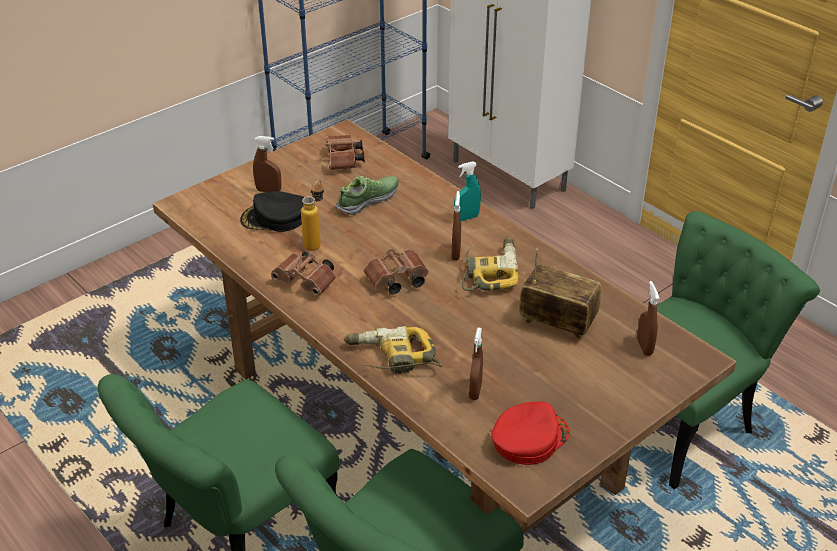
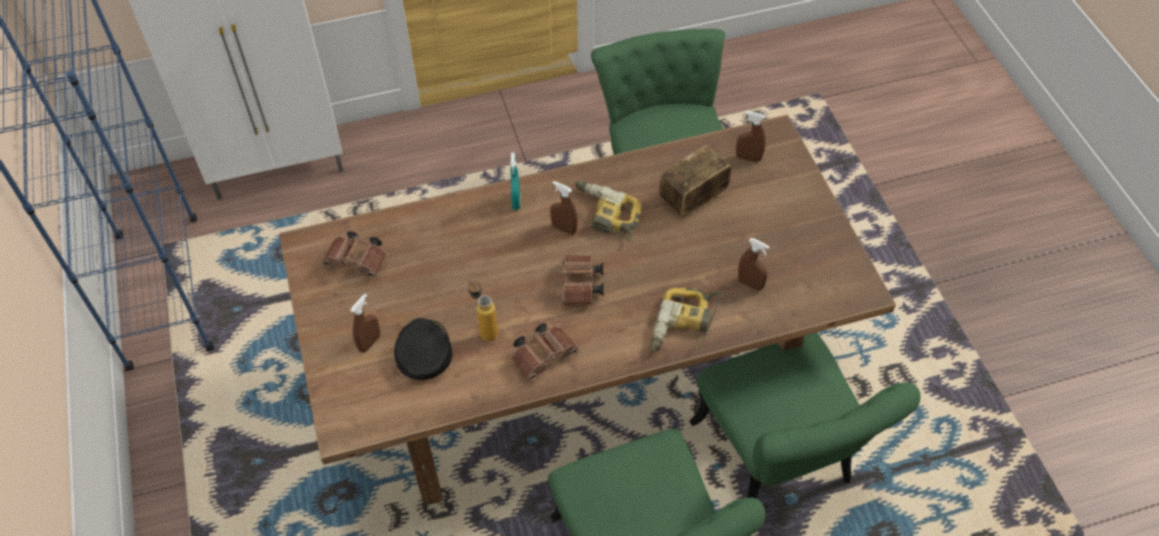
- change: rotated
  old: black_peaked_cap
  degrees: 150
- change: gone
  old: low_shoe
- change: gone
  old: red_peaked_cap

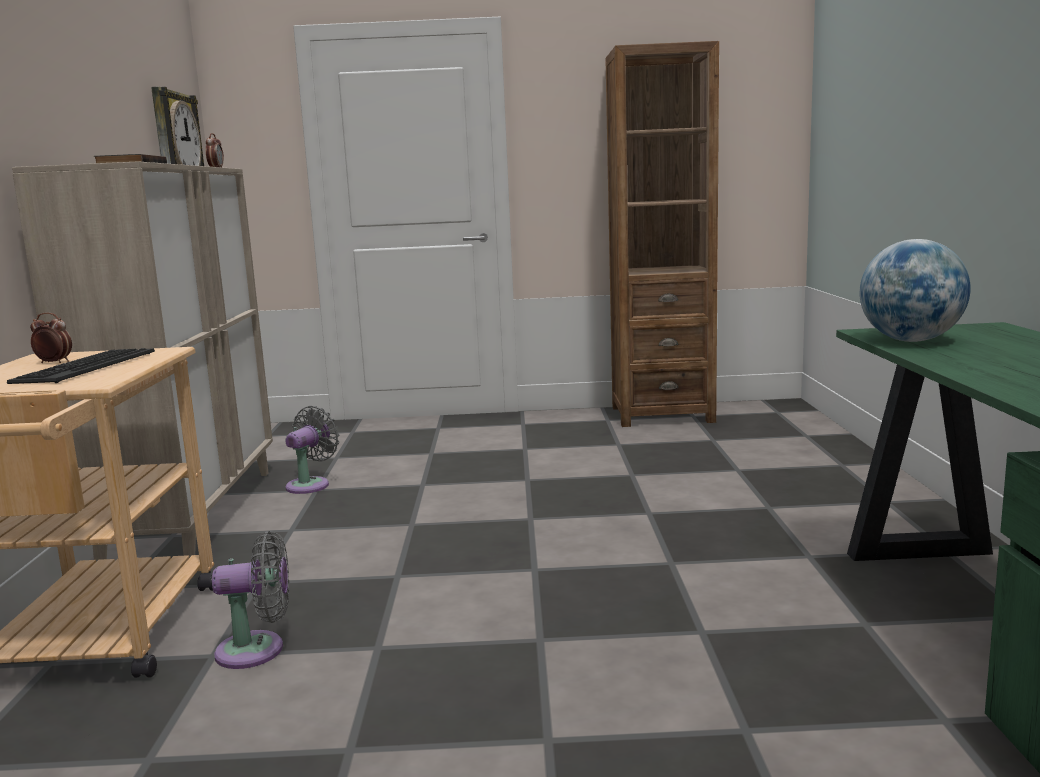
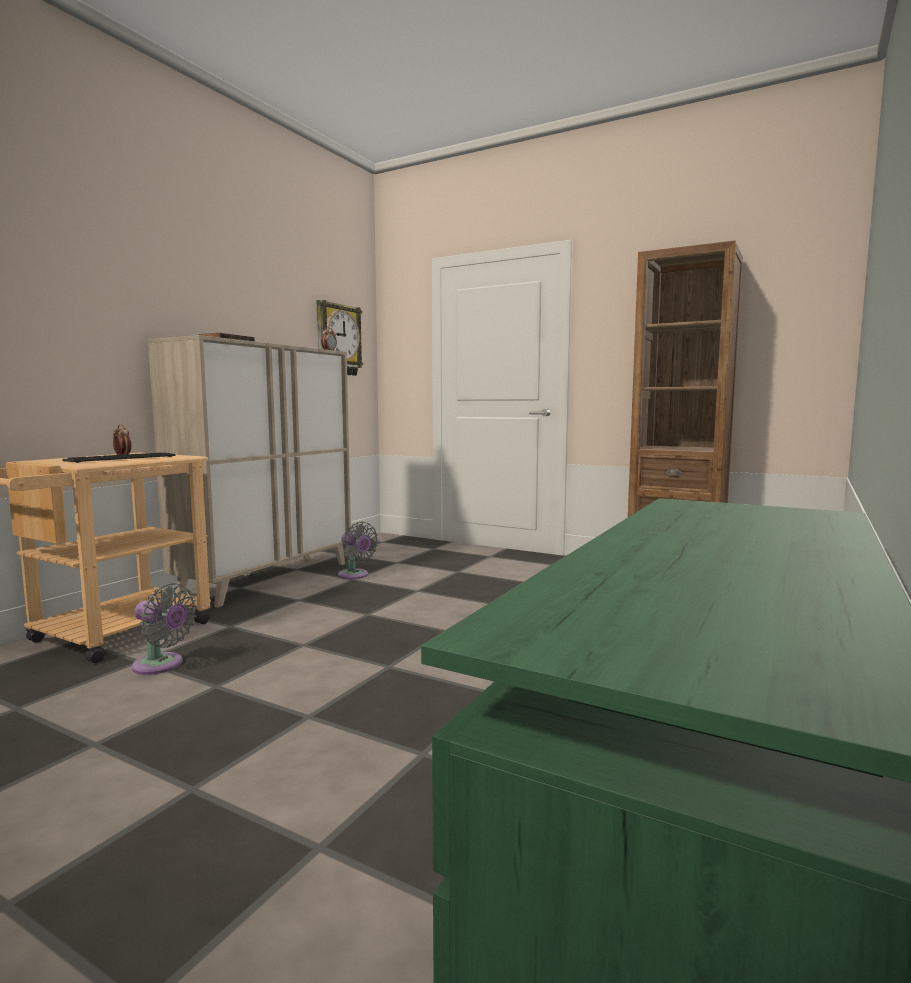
- change: rotated
  old: gray_electric_fan (no. 2 from left)
  degrees: 75
- change: gone
  old: globe

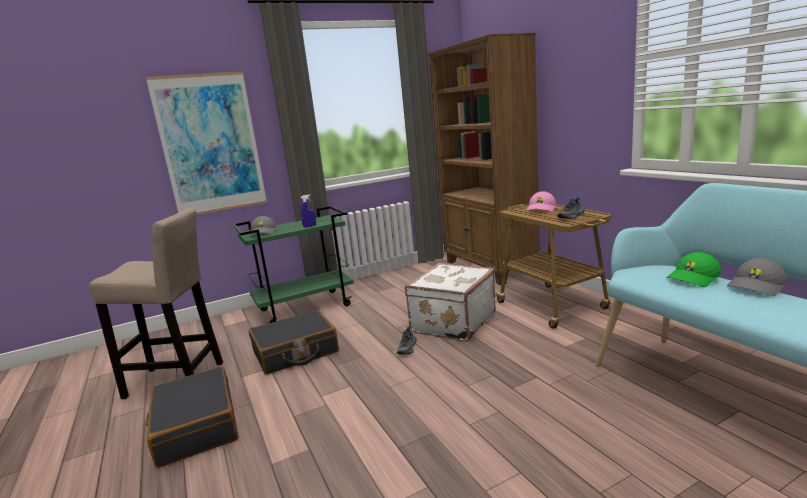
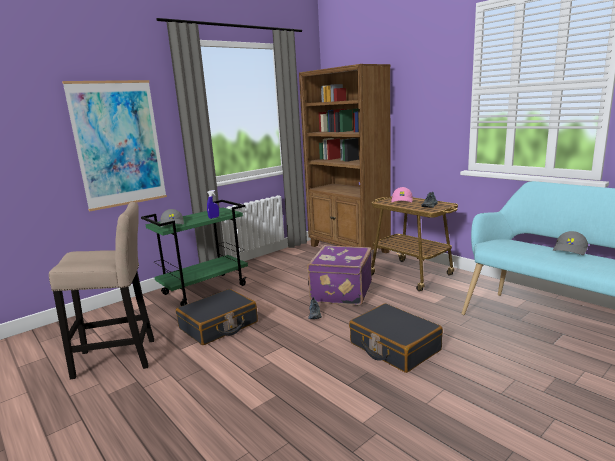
- change: shifted
  old: black_piece_of_luggage (no. 1 from left in the first image)
  new: black_piece_of_luggage (no. 2 from left)
- change: repainted
  old: white-coloured_piece_of_luggage
  new: purple-coloured_piece_of_luggage
- change: gone
  old: green-coloured_peaked_cap

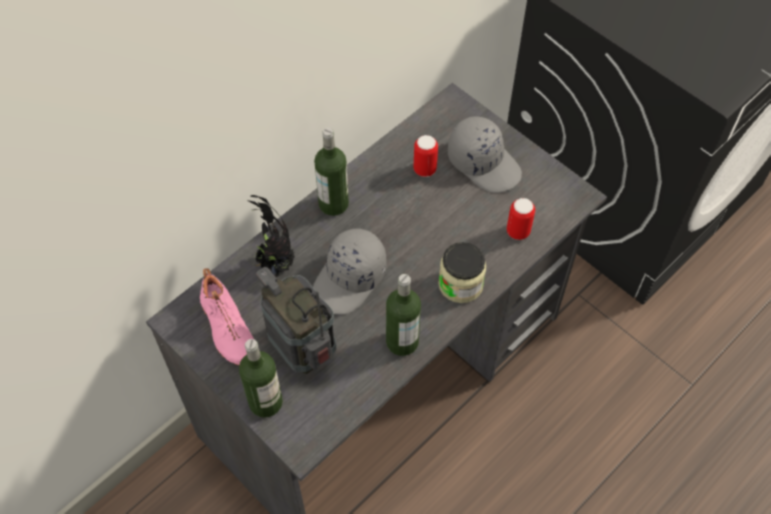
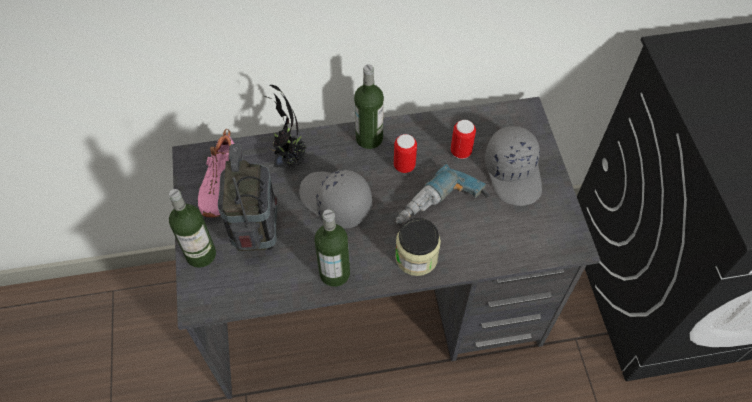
- change: rotated
  old: gray_peaked_cap (no. 1 from left)
  degrees: 60
- change: shifted
  old: metal_can (no. 2 from left in the first image)
  new: metal_can (no. 1 from left)
- change: new
  new: power_drill

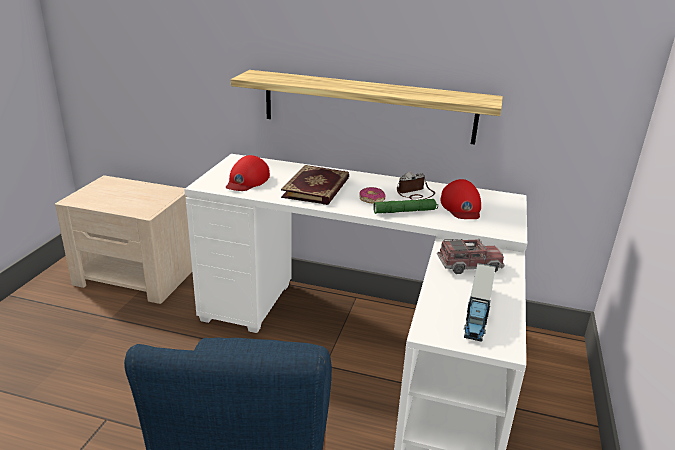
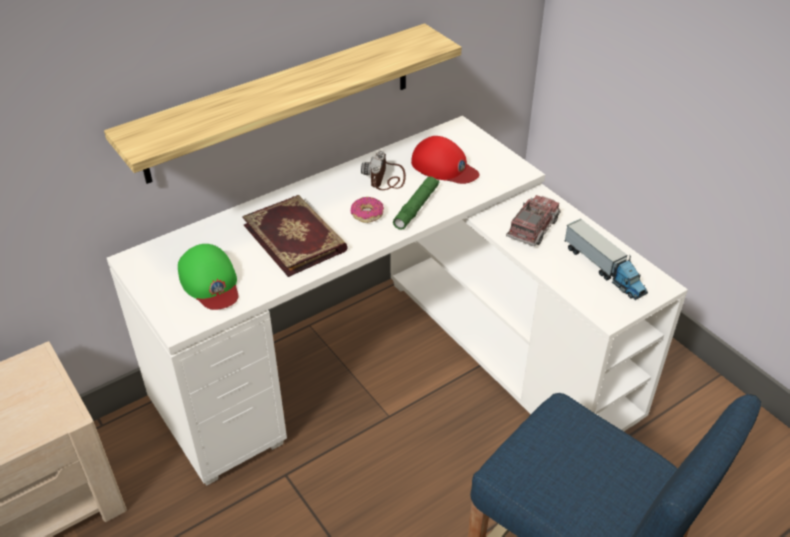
- change: repainted
  old: red_peaked_cap (no. 1 from left)
  new: green-coloured_peaked_cap

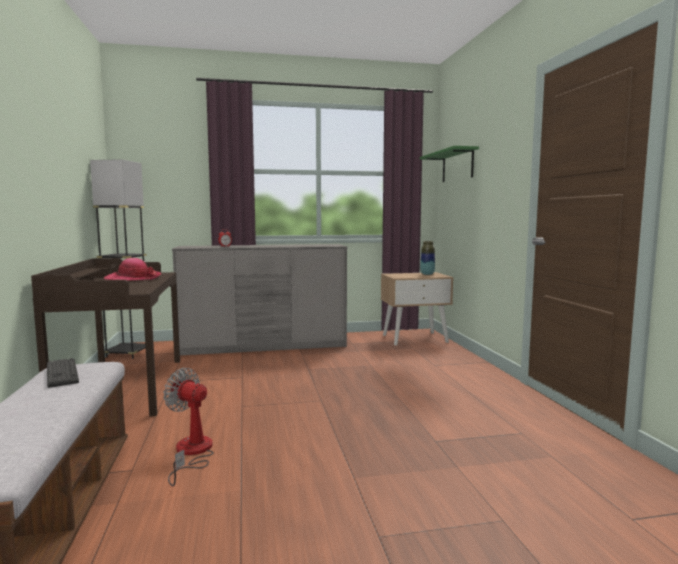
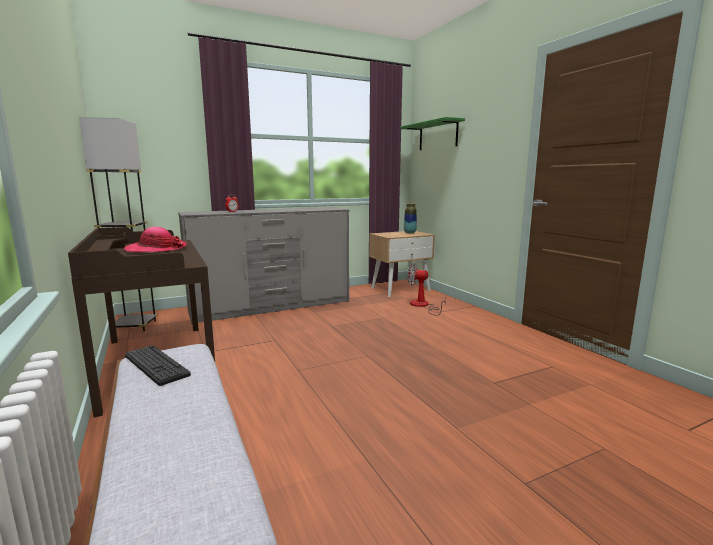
- change: shifted
  old: electric_fan

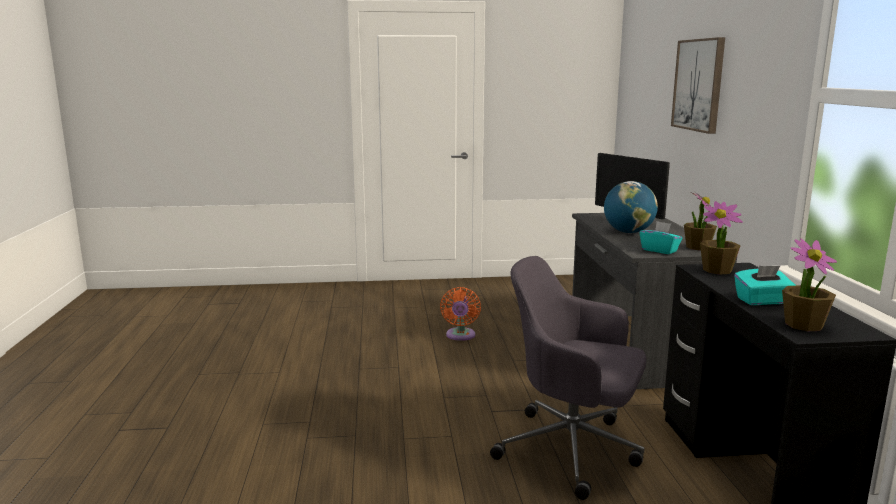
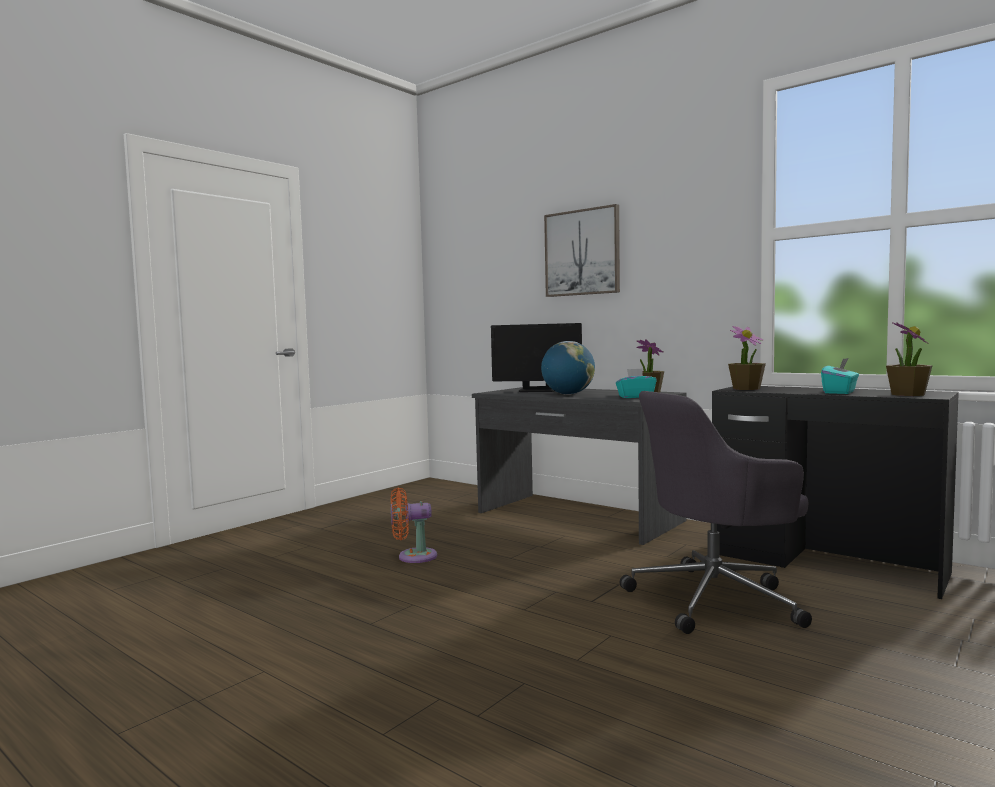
- change: rotated
  old: orangey_electric_fan
  degrees: 120

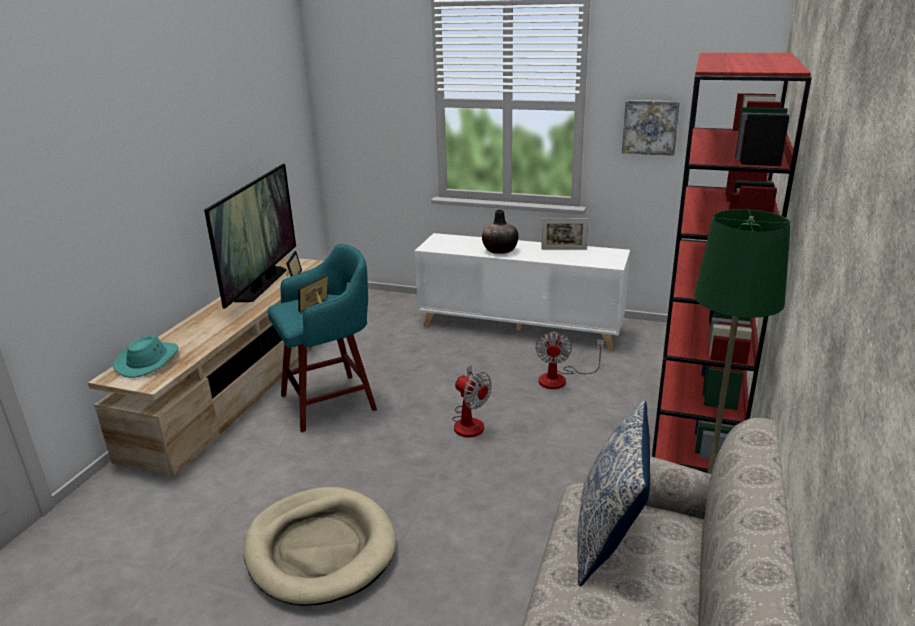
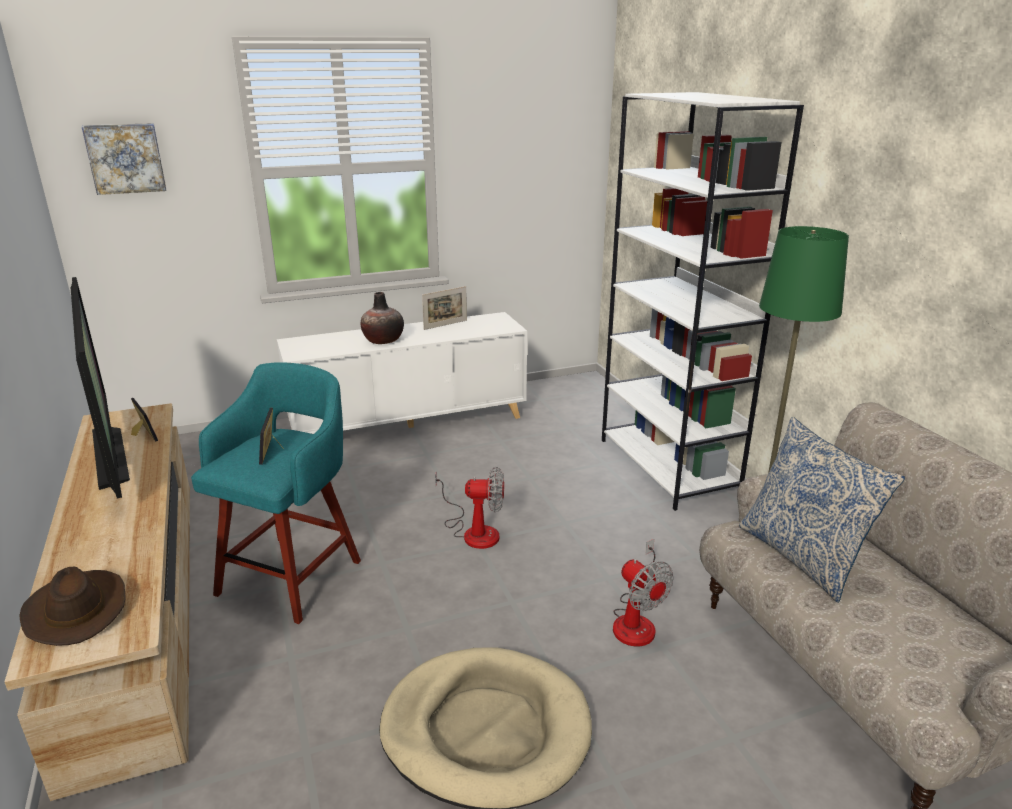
- change: repainted
  old: turquoise-coloured_hat
  new: brown_hat
- change: shifted
  old: electric_fan (no. 2 from left)
- change: shifted
  old: wall_picture
- change: repainted
  old: red_bookshelf
  new: white-coloured_bookshelf

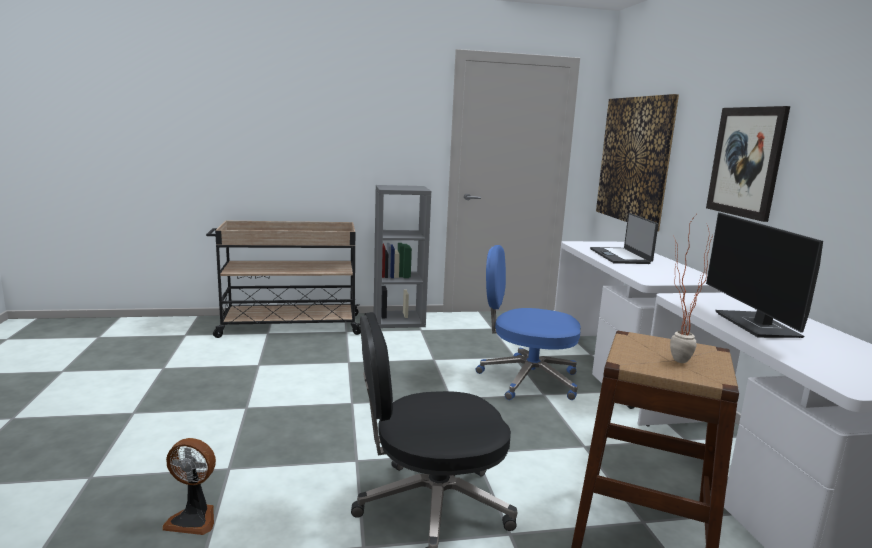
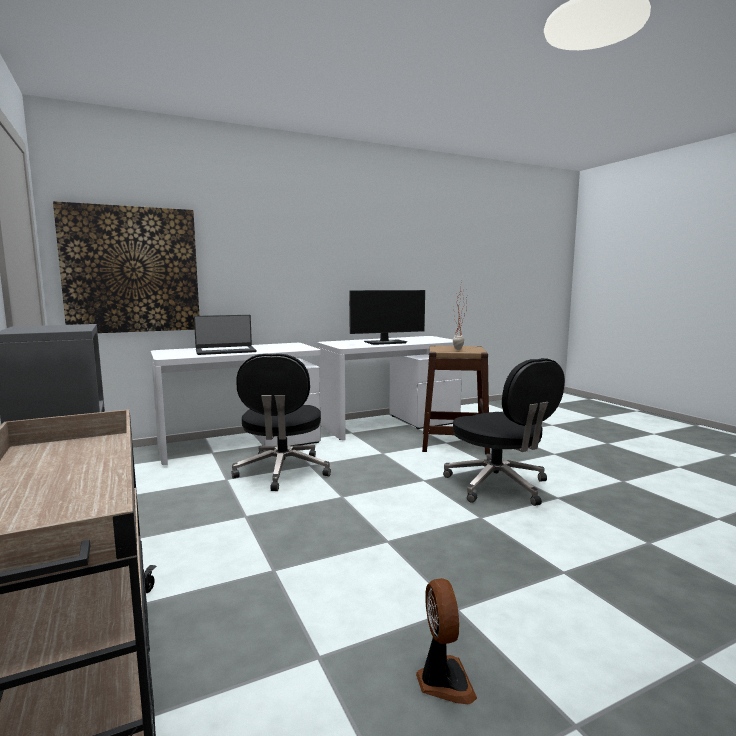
- change: shifted
  old: electric_fan
- change: repainted
  old: blue_office_chair
  new: black_office_chair (no. 1 from left)
- change: gone
  old: wall_picture (no. 2 from left)

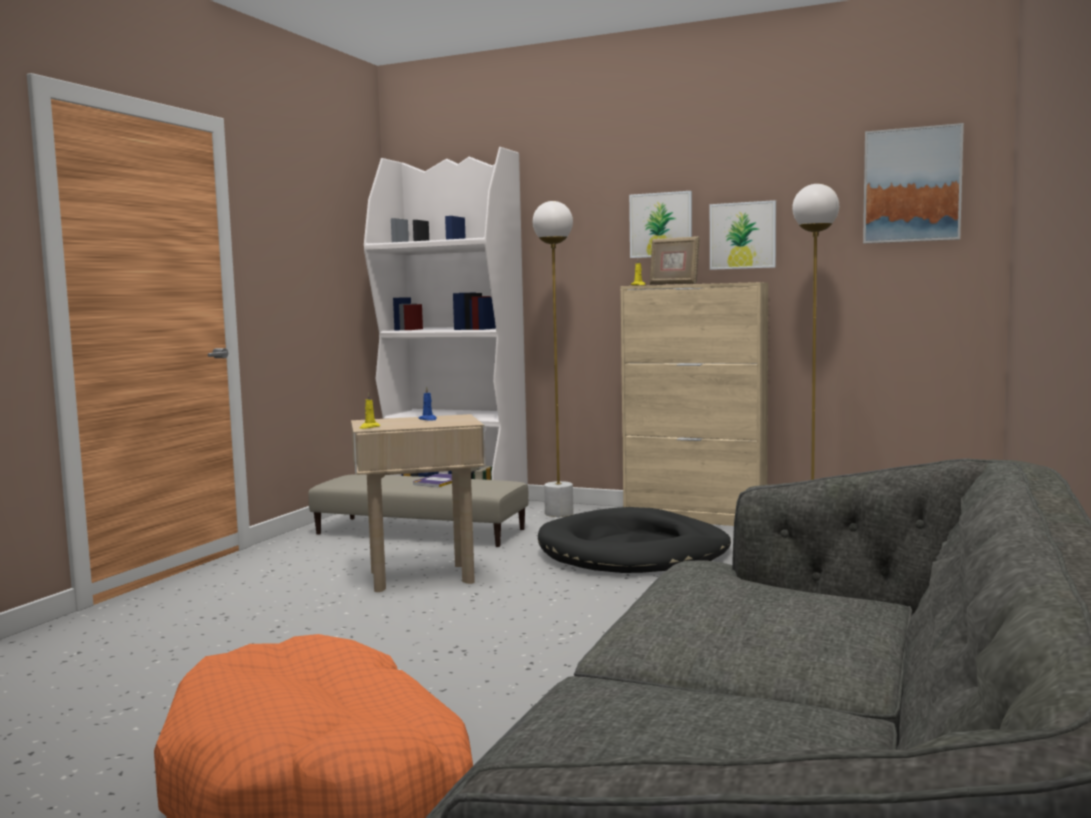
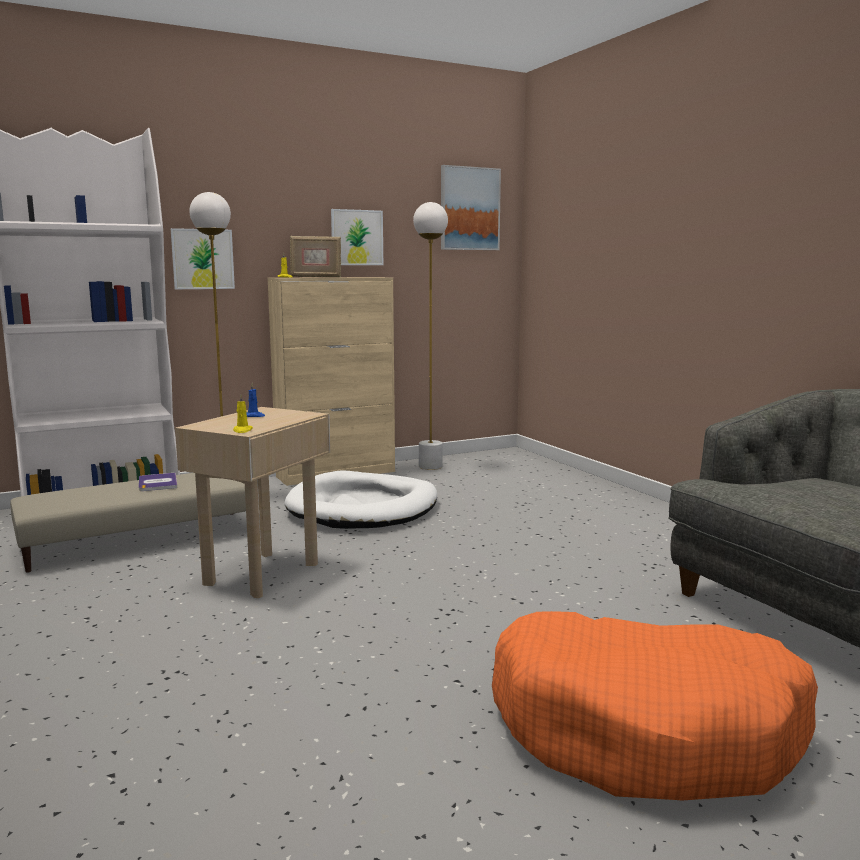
- change: repainted
  old: black_dog_bed
  new: white-coloured_dog_bed
- change: shifted
  old: wall_picture (no. 1 from left)

